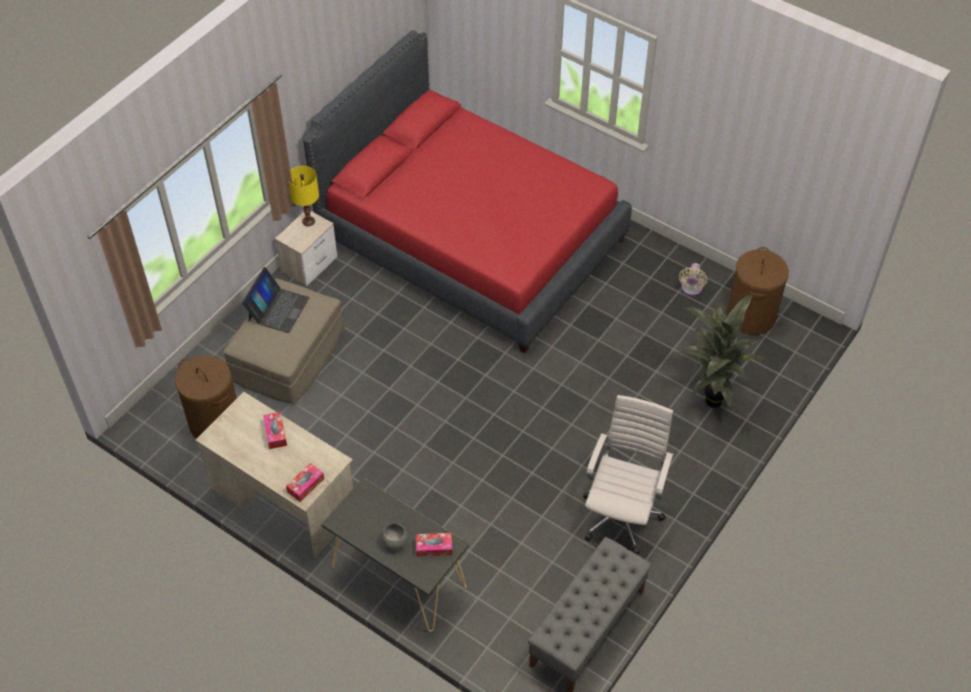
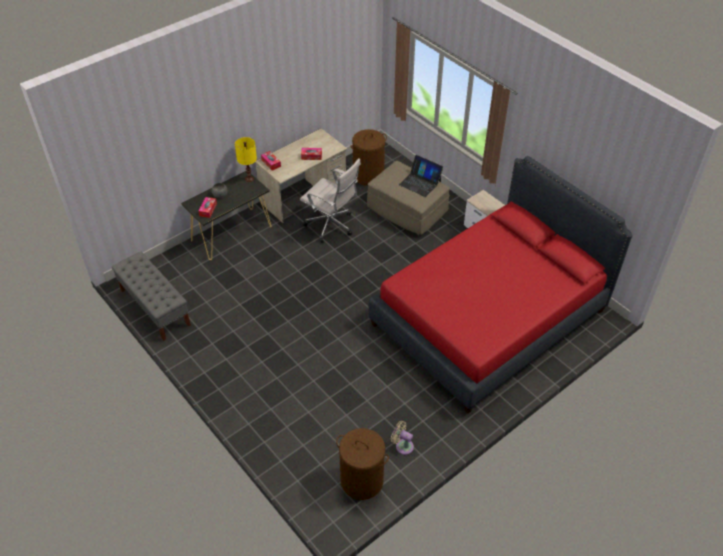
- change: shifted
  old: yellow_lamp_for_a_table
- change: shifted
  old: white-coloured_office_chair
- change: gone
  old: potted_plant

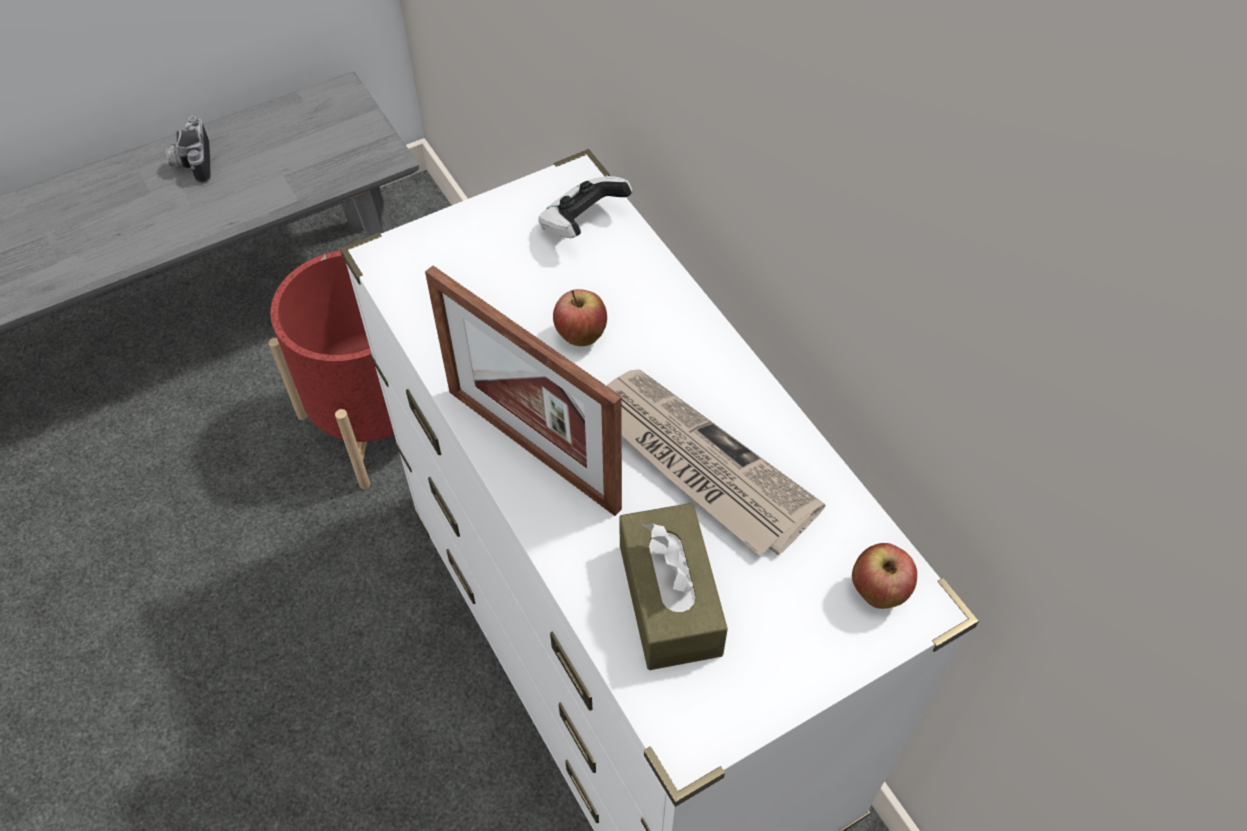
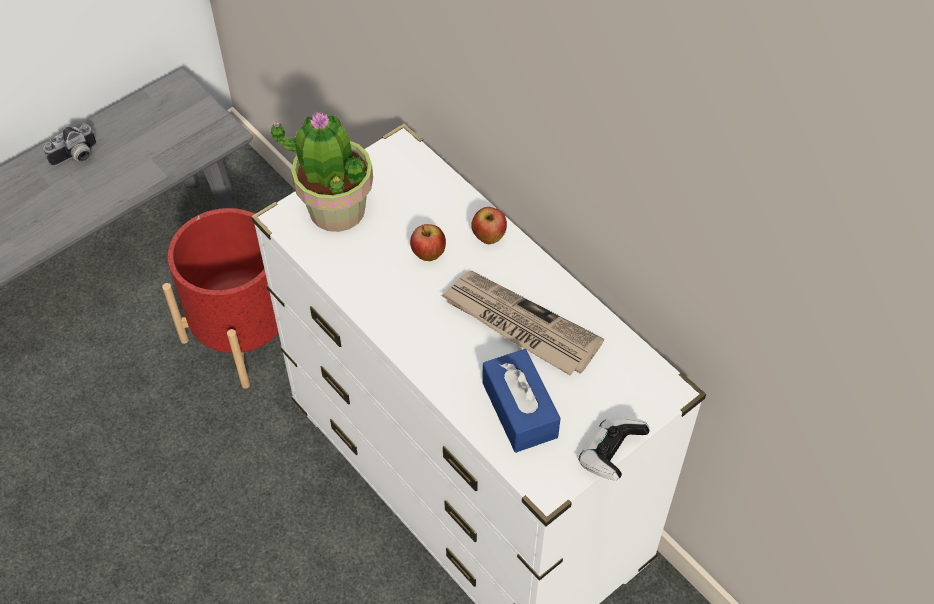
- change: rotated
  old: photo_camera
  degrees: -105
- change: gone
  old: picture_frame
- change: shifted
  old: joypad
- change: repainted
  old: brown_box_of_tissues
  new: blue_box_of_tissues
- change: shifted
  old: apple (no. 2 from left)
- change: new
  new: potted_plant

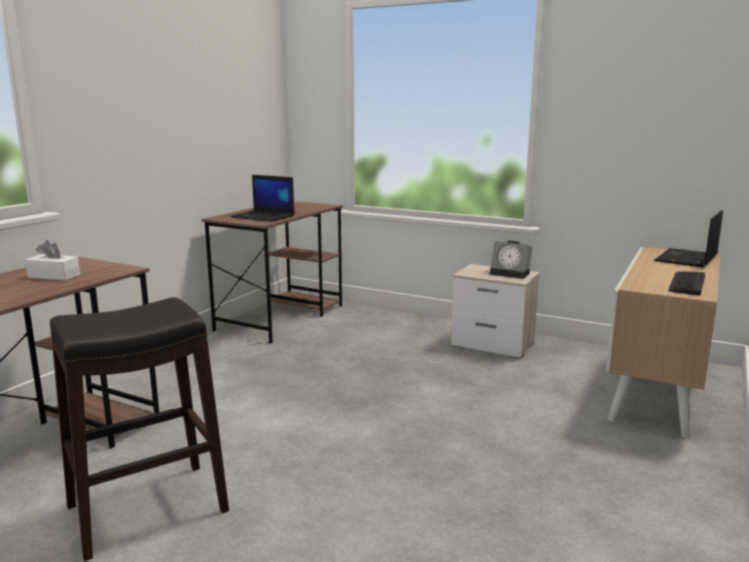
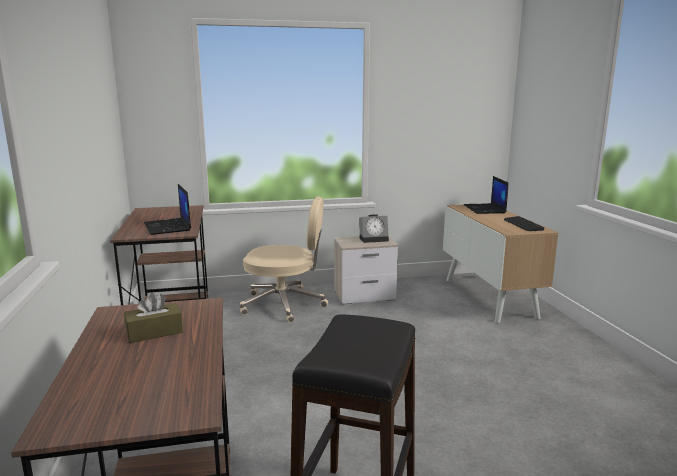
- change: repainted
  old: white-coloured_box_of_tissues
  new: brown_box_of_tissues
- change: rotated
  old: notebook_computer (no. 1 from left)
  degrees: 75
- change: new
  new: sand-coloured_office_chair

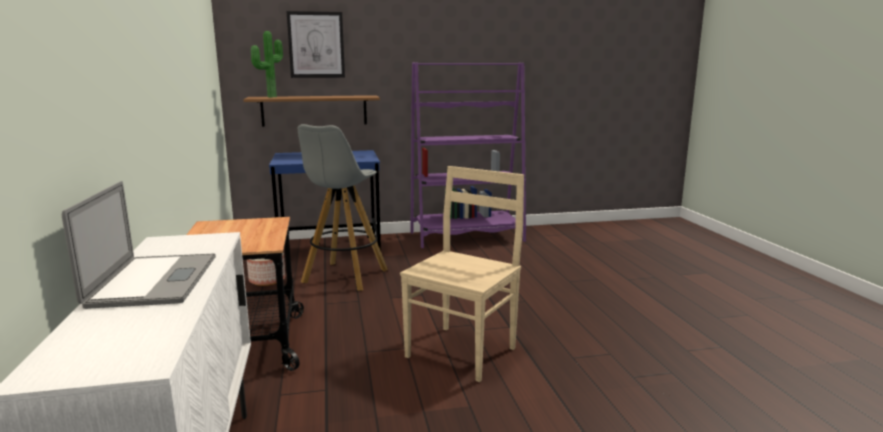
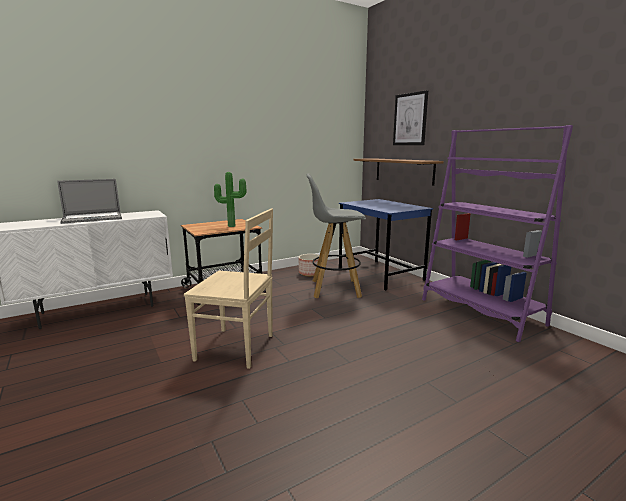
- change: shifted
  old: potted_plant

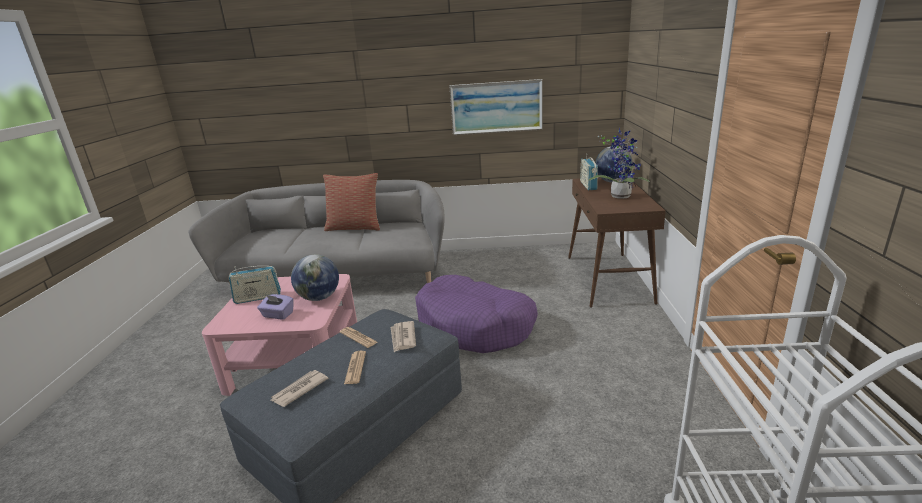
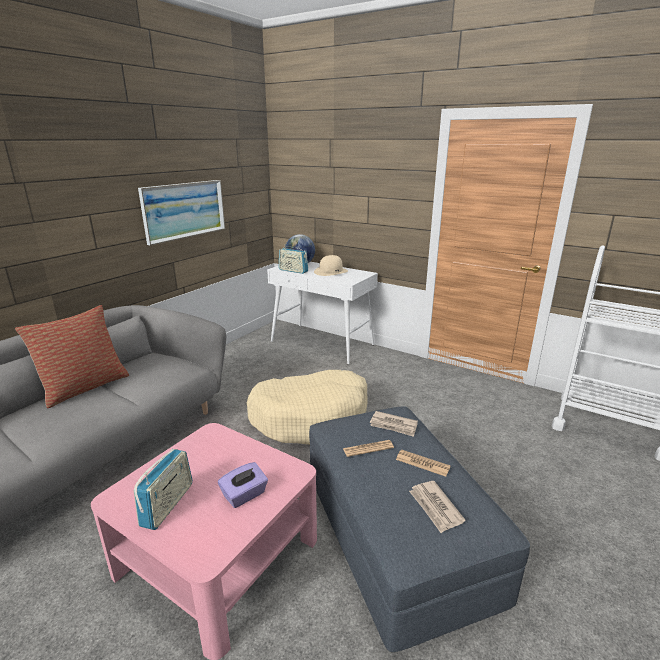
- change: gone
  old: globe (no. 1 from left)
- change: repainted
  old: purple-coloured_dog_bed
  new: sand-coloured_dog_bed
- change: repainted
  old: brown_console_table
  new: white-coloured_console_table
- change: swapped
  old: potted_plant
  new: sand-coloured_hat

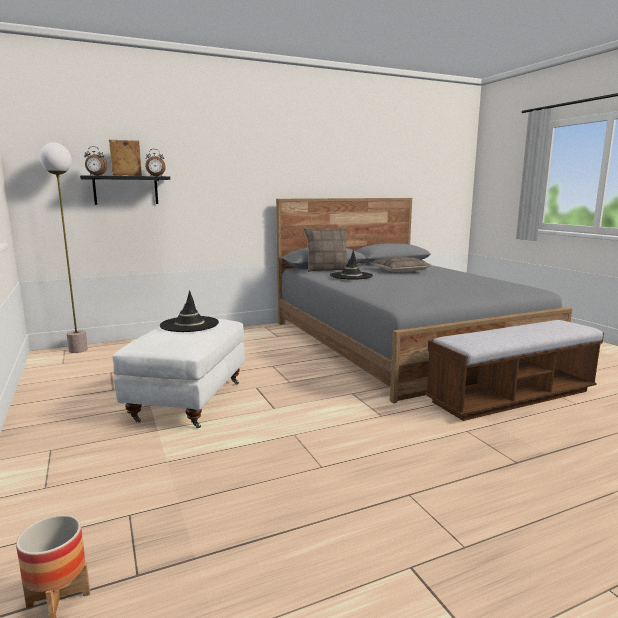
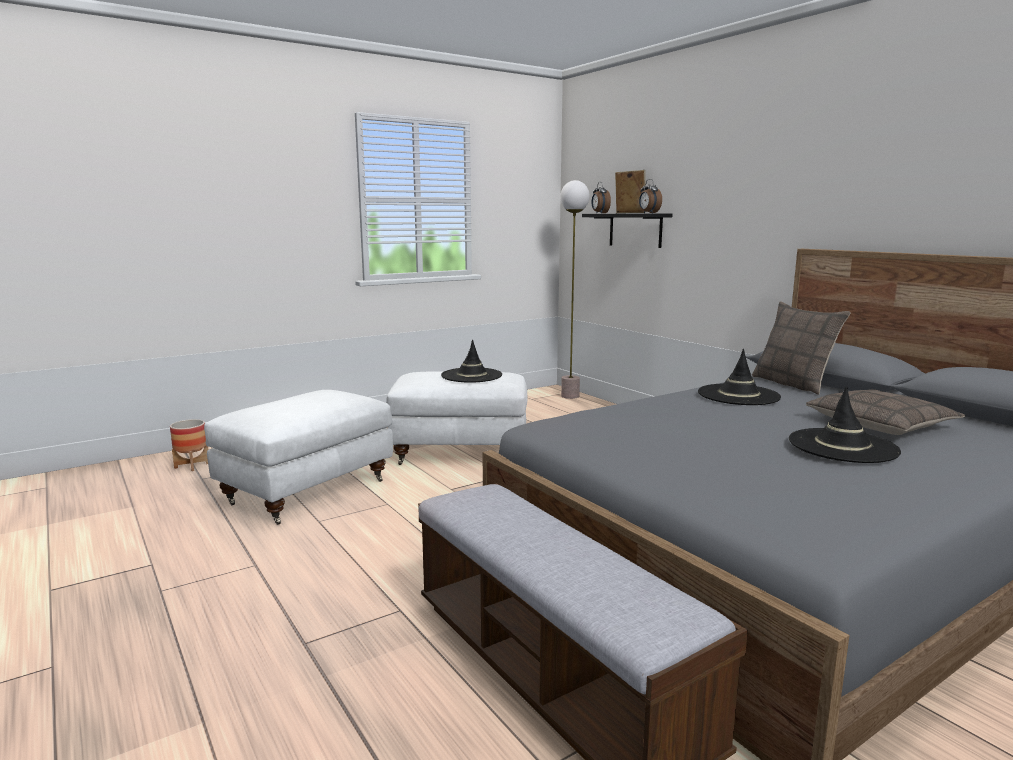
- change: new
  new: white-coloured_ottoman (no. 1 from left)
- change: new
  new: black_hat (no. 3 from left)

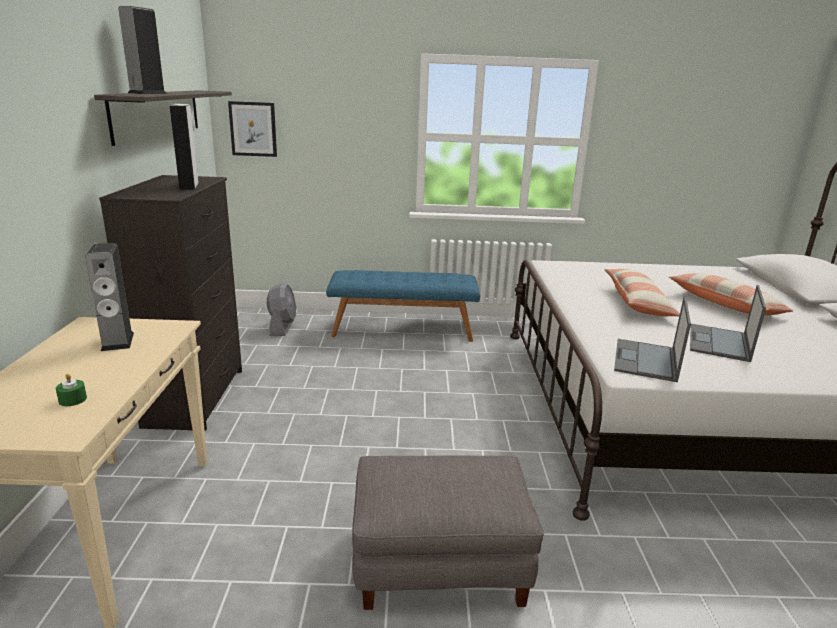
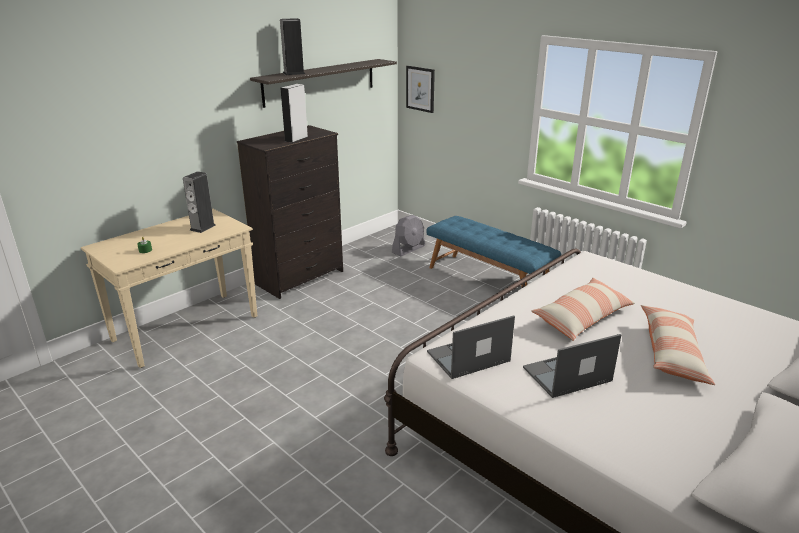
- change: gone
  old: gray_ottoman

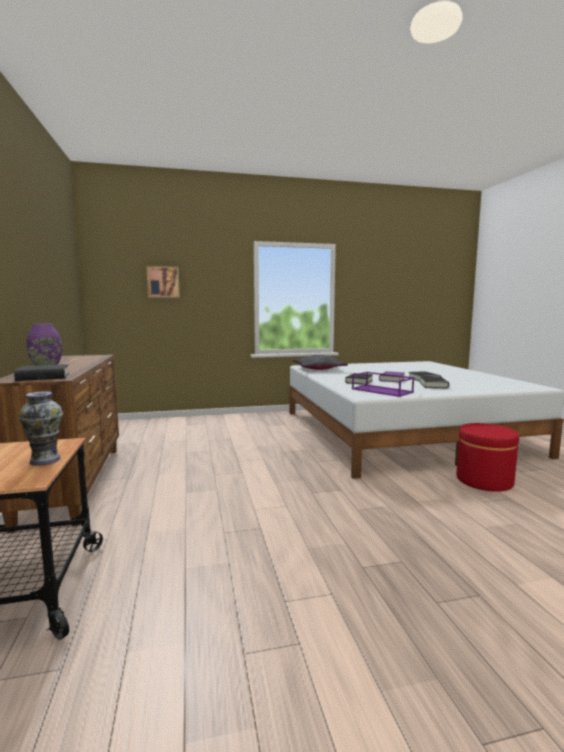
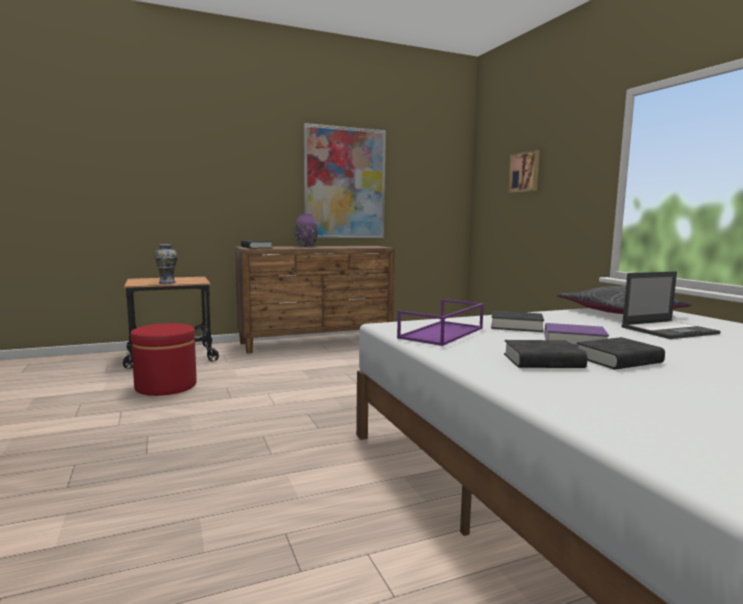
- change: shifted
  old: red_ottoman
- change: new
  new: wall_picture (no. 1 from left)
- change: new
  new: notebook_computer

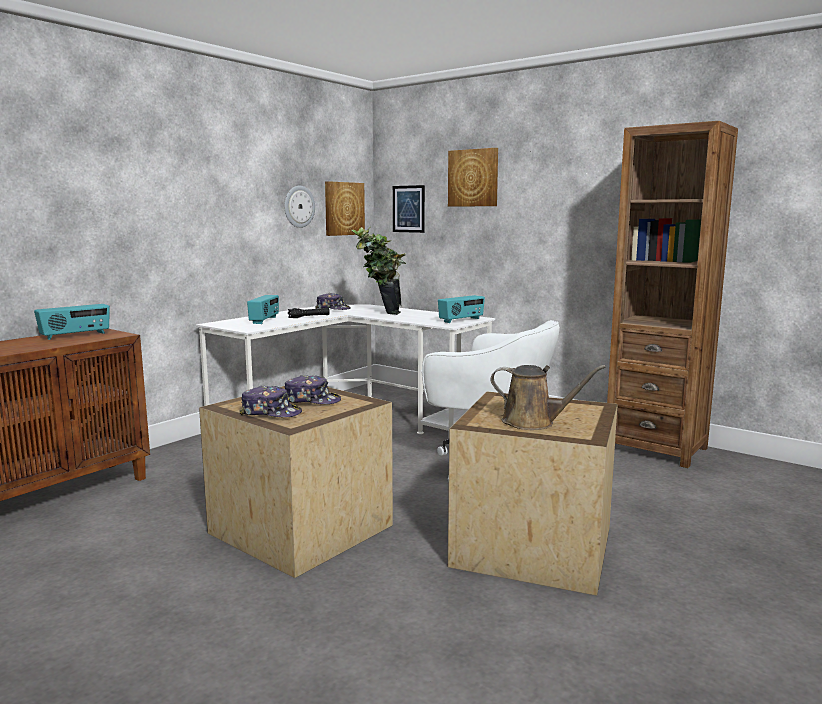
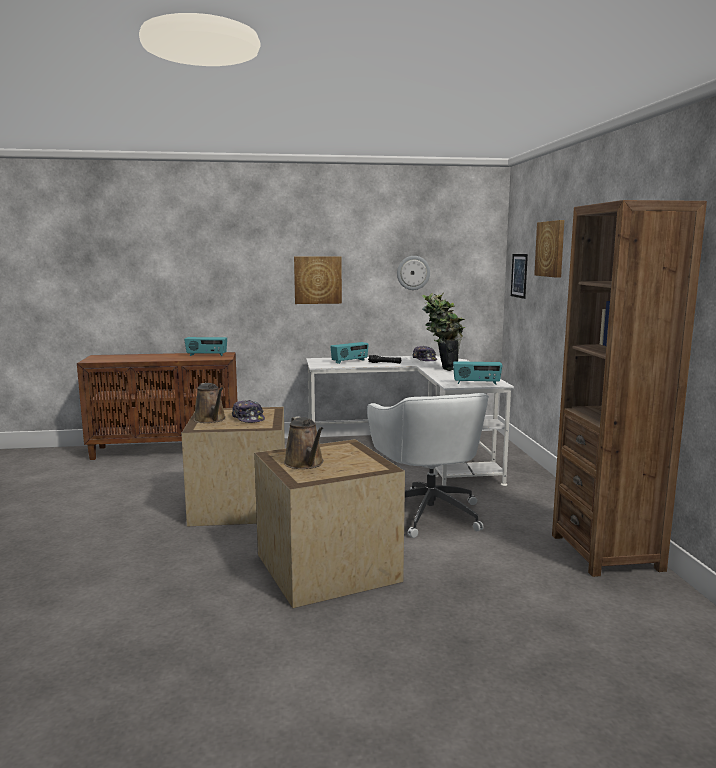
- change: swapped
  old: peaked_cap (no. 1 from left)
  new: brown_sprinkling_can (no. 1 from left)
- change: shifted
  old: wall_picture (no. 1 from left)

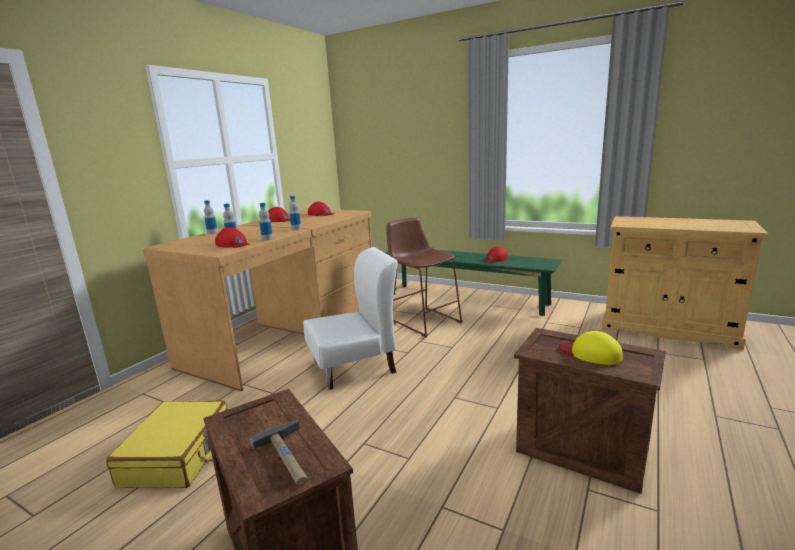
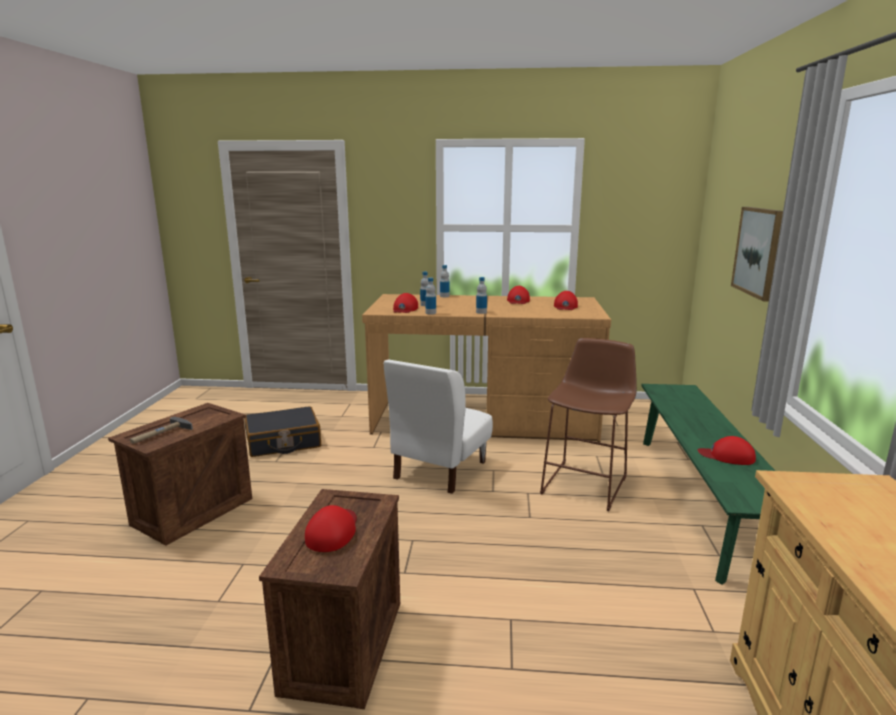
- change: repainted
  old: yellow_piece_of_luggage
  new: black_piece_of_luggage
- change: rotated
  old: white-coloured_chair
  degrees: 75
- change: repainted
  old: yellow_peaked_cap
  new: red_peaked_cap (no. 1 from left)
- change: new
  new: wall_picture

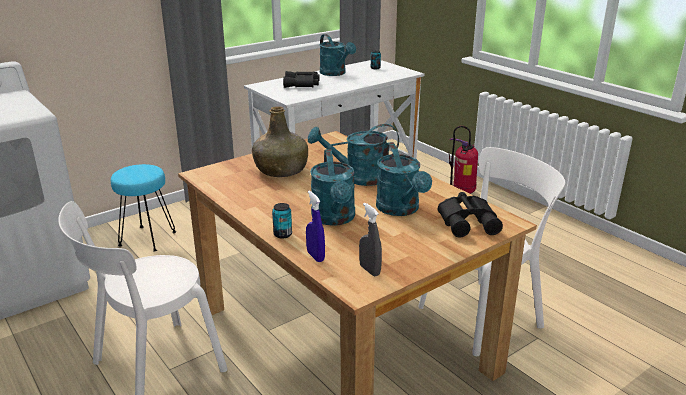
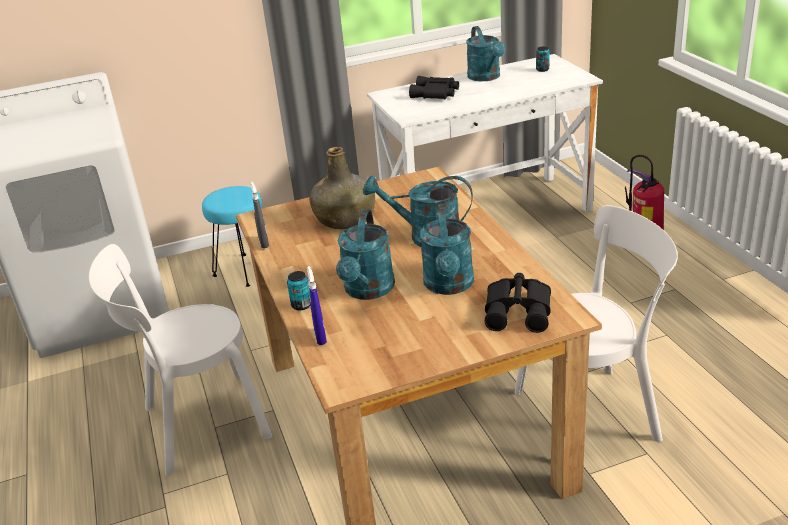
- change: shifted
  old: gray_sprayer

